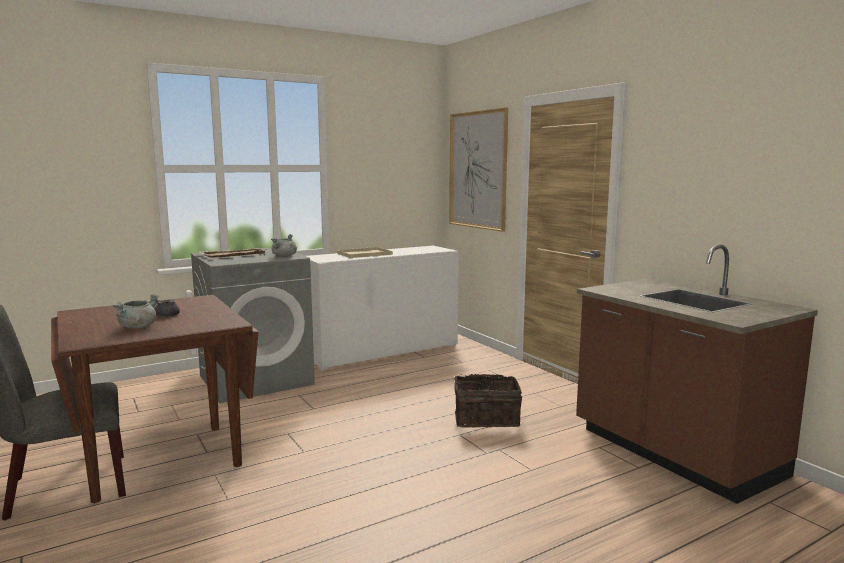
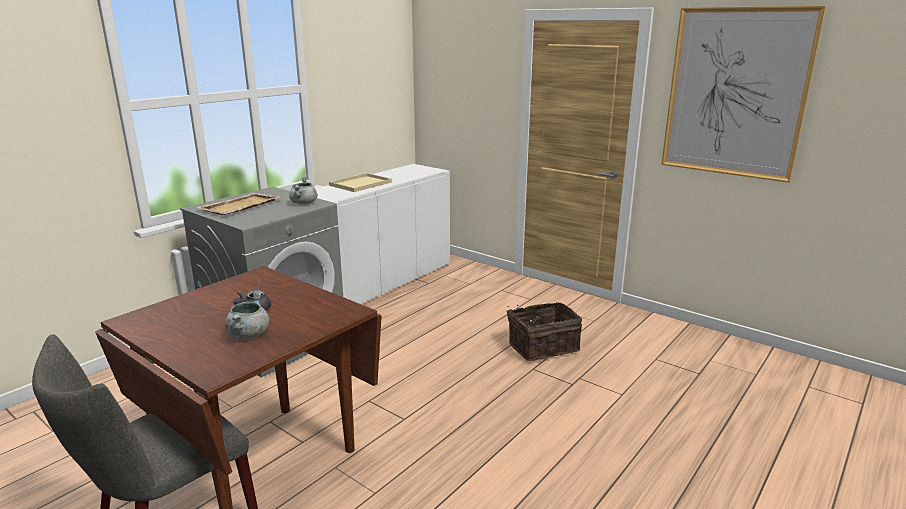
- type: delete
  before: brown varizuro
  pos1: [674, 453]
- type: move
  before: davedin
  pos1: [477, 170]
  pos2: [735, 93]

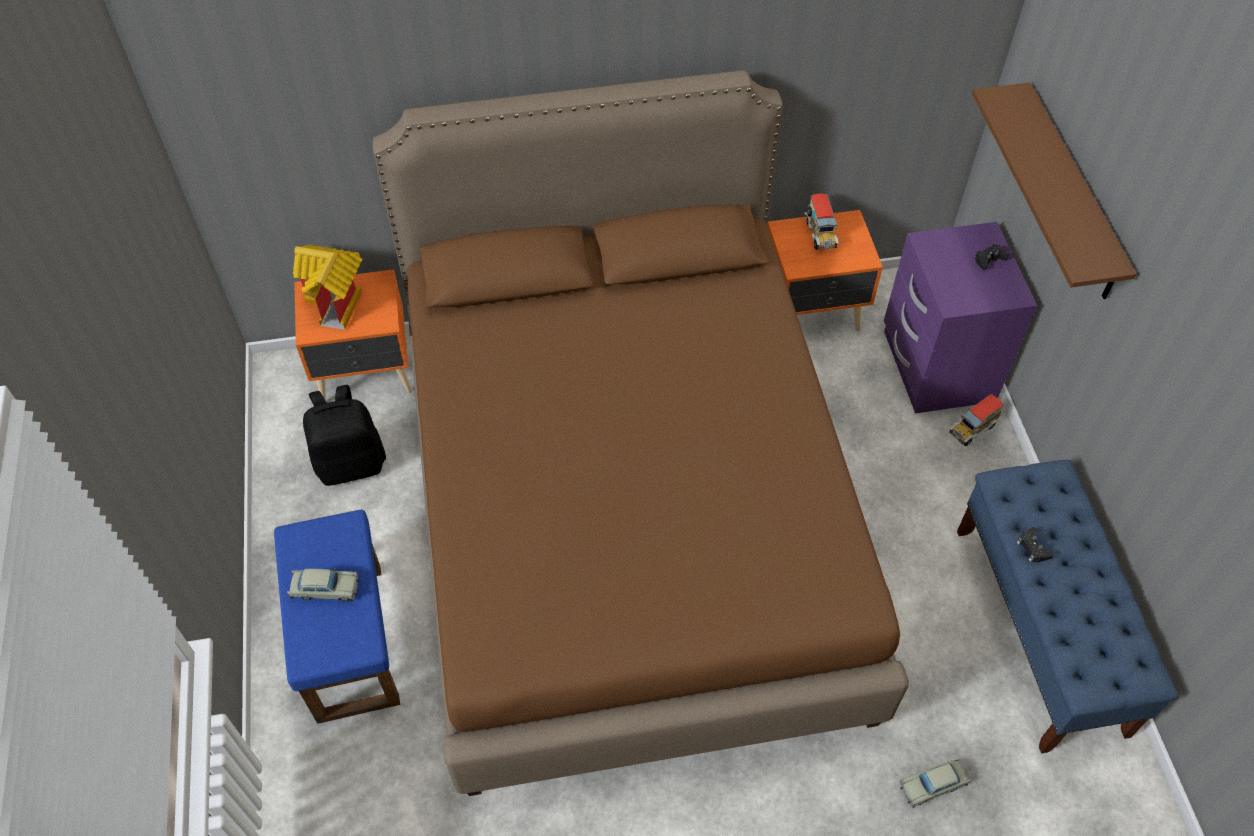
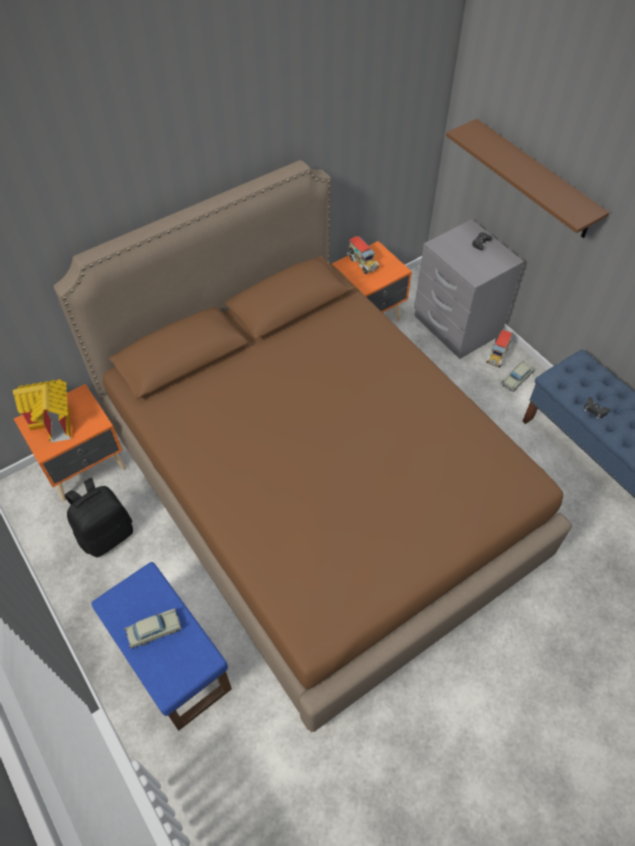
- type: move
  before: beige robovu
  pos1: [932, 785]
  pos2: [517, 379]
- type: recolor
  before: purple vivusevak
  after: grey vivusevak
  pos1: [936, 366]
  pos2: [456, 326]

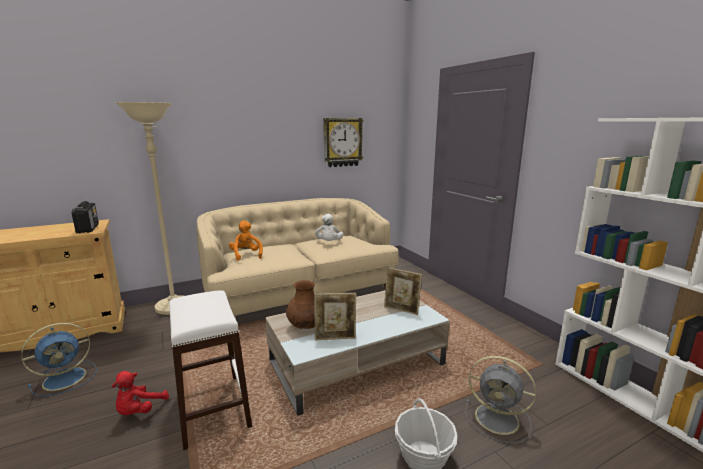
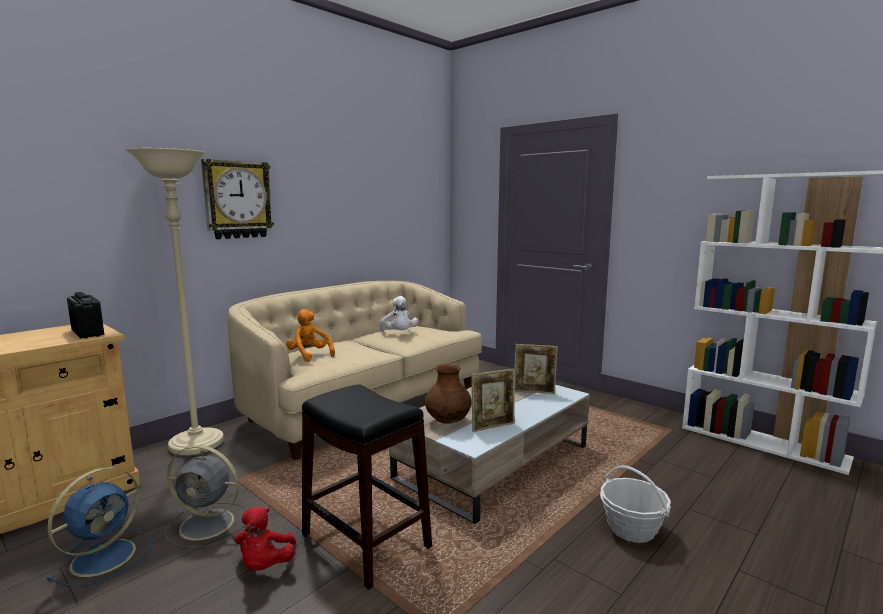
- type: move
  before: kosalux
  pos1: [342, 142]
  pos2: [237, 200]
- type: move
  before: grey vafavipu
  pos1: [499, 419]
  pos2: [209, 524]
- type: recolor
  before: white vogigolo
  after: black vogigolo
  pos1: [213, 408]
  pos2: [366, 540]

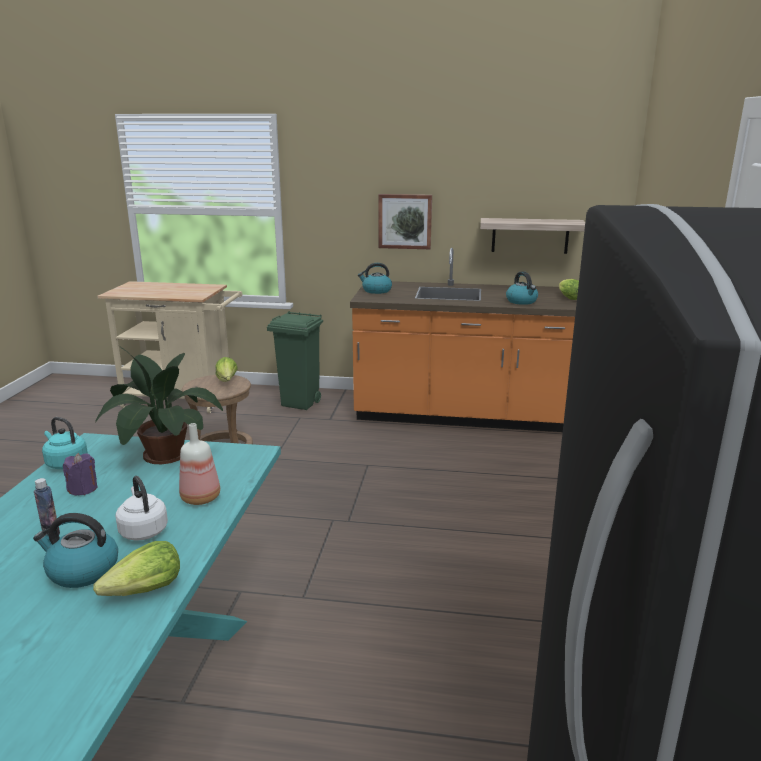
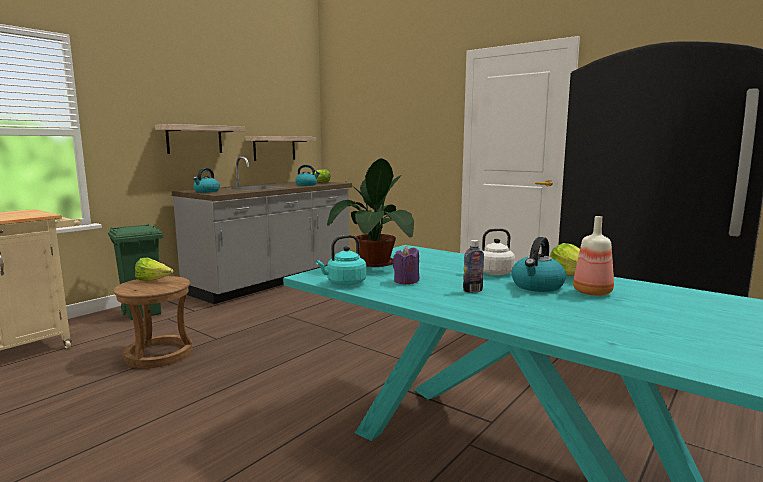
- type: move
  before: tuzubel
  pos1: [202, 498]
  pos2: [592, 292]
- type: replace
  before: davedin
  after: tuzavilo
  pos1: [405, 221]
  pos2: [194, 139]
- type: recolor
  before: orange varizuro
  after: grey varizuro
  pos1: [466, 415]
  pos2: [274, 280]

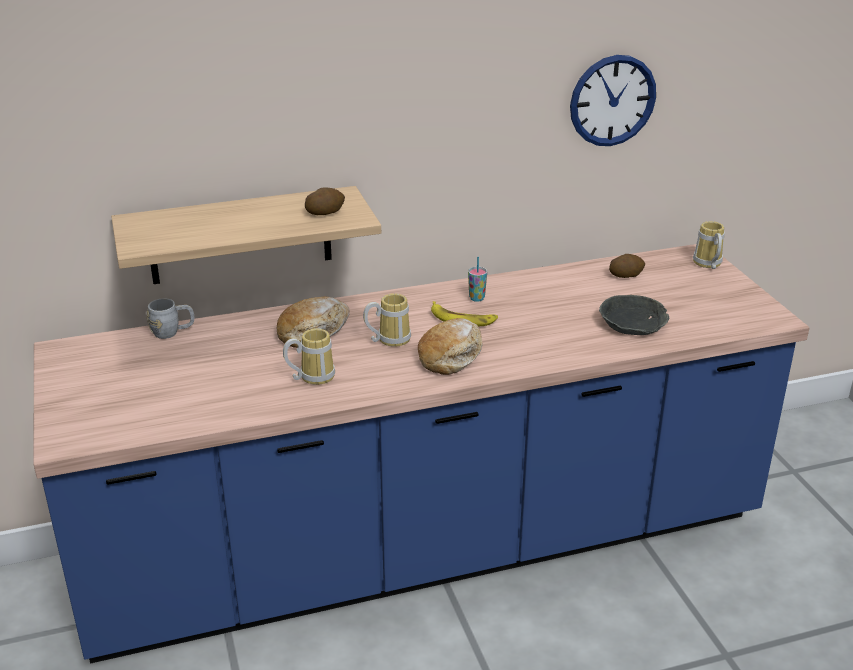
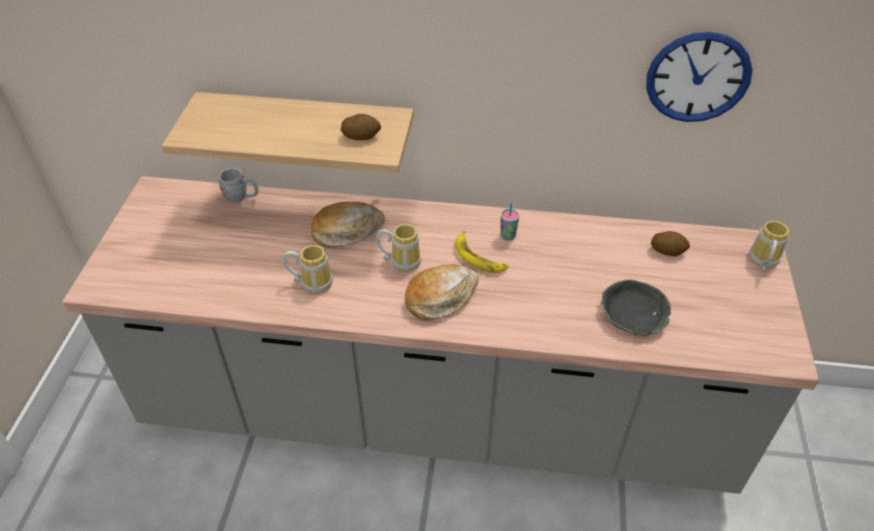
- type: recolor
  before: blue varizuro
  after: grey varizuro
  pos1: [426, 548]
  pos2: [437, 412]

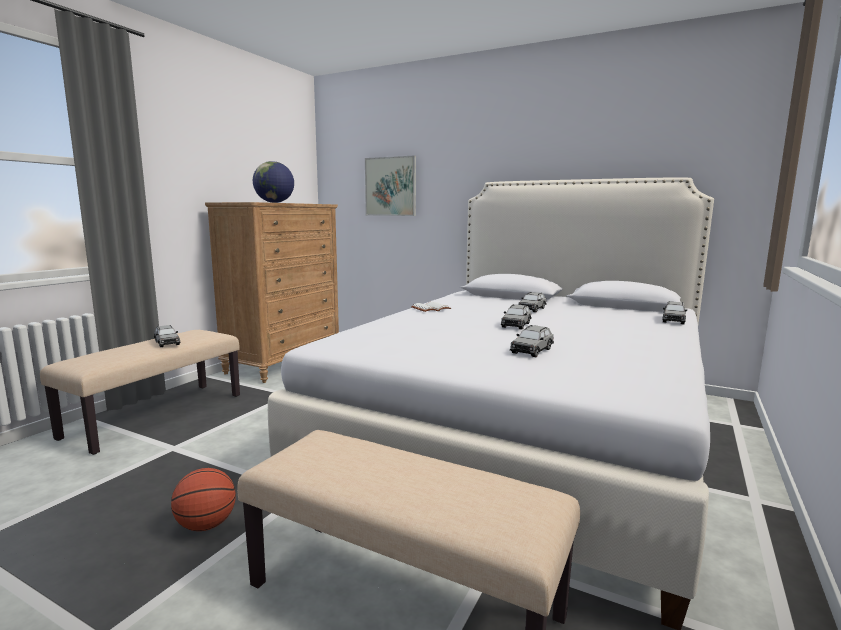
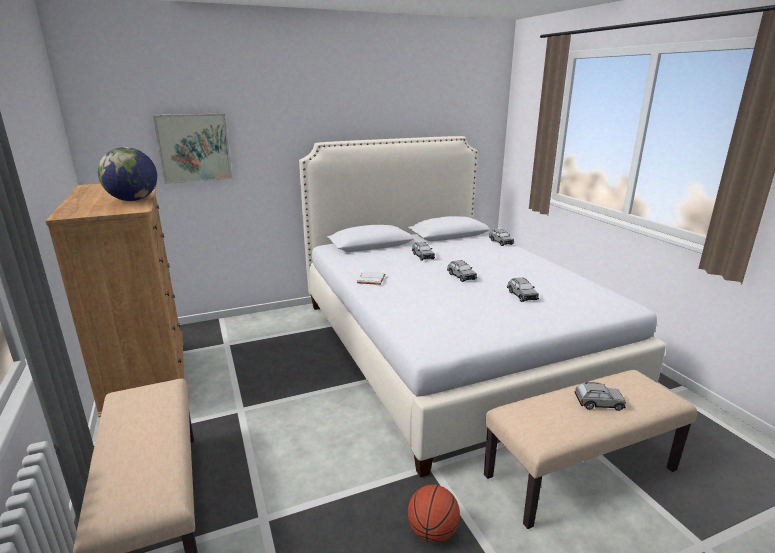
- type: move
  before: grey robovu
  pos1: [167, 343]
  pos2: [598, 403]

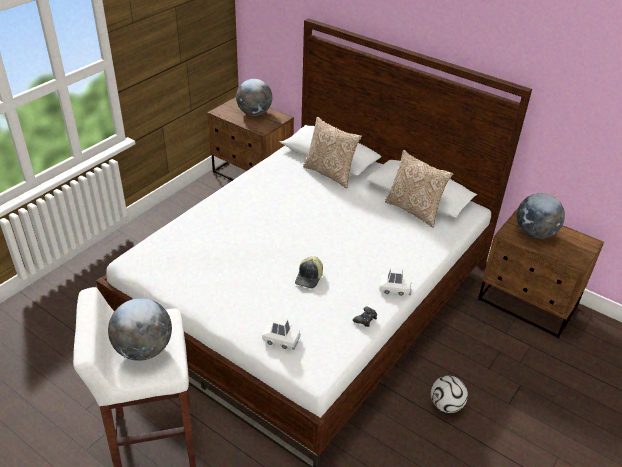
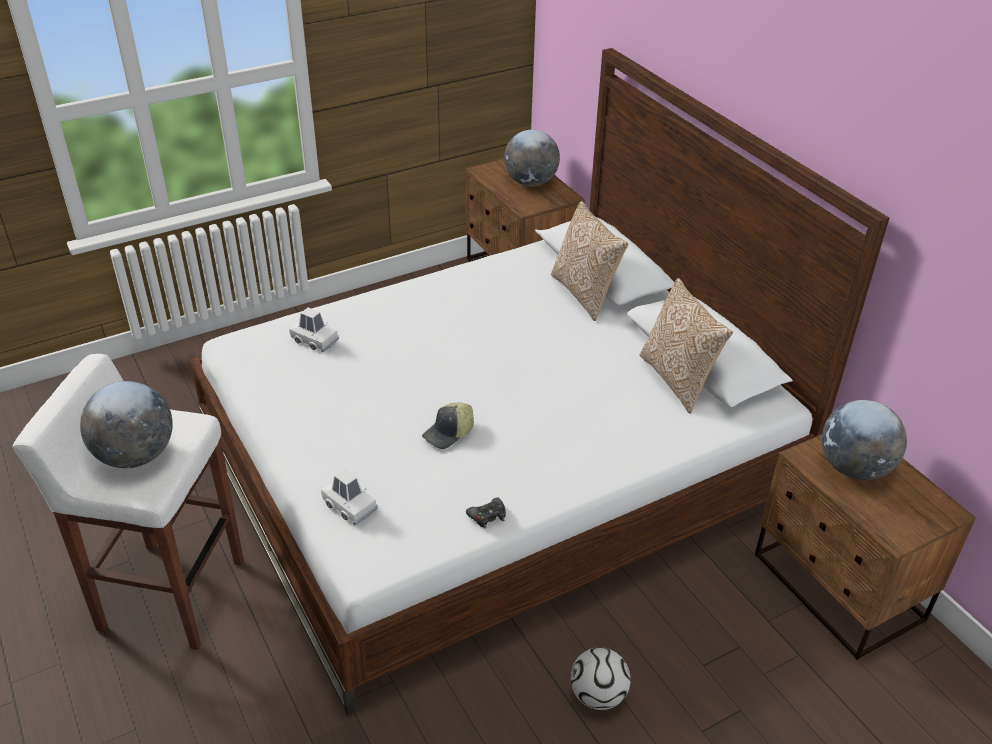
- type: move
  before: white robovu
  pos1: [395, 288]
  pos2: [315, 340]

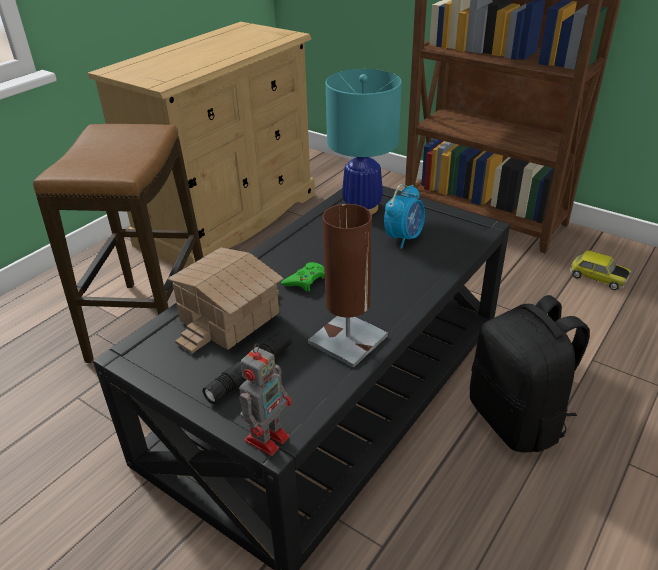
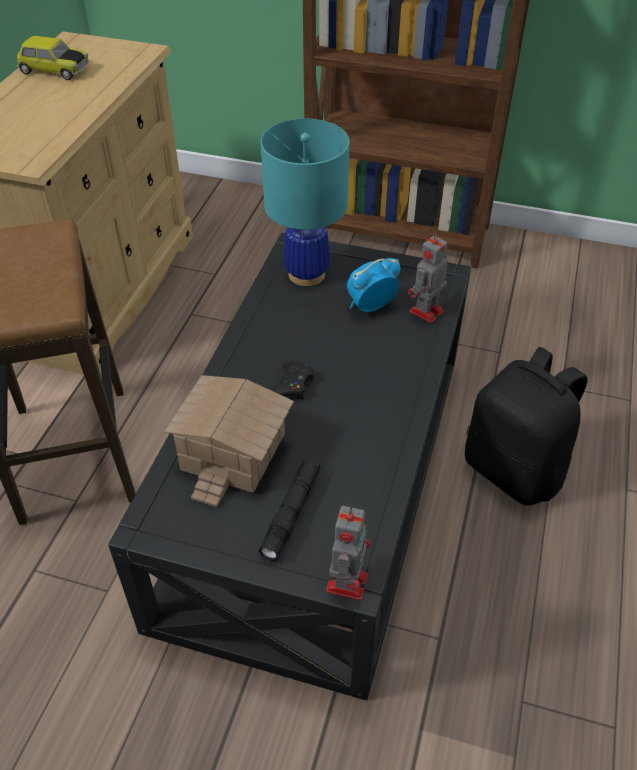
- type: delete
  before: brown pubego
  pos1: [348, 339]
- type: insert
  after: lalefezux
  pos2: [425, 312]
- type: move
  before: robovu
  pos1: [597, 278]
  pos2: [54, 70]
- type: recolor
  before: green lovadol
  after: black lovadol
  pos1: [306, 280]
  pos2: [292, 385]
- type: rotate
  before: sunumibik
  pos1: [404, 238]
  pos2: [370, 306]
  turn: -135

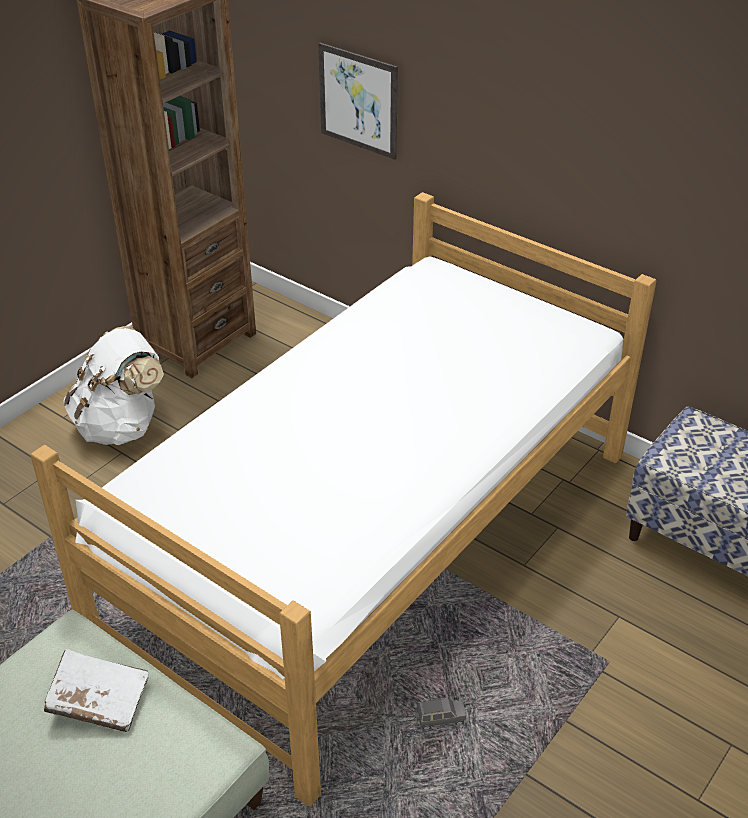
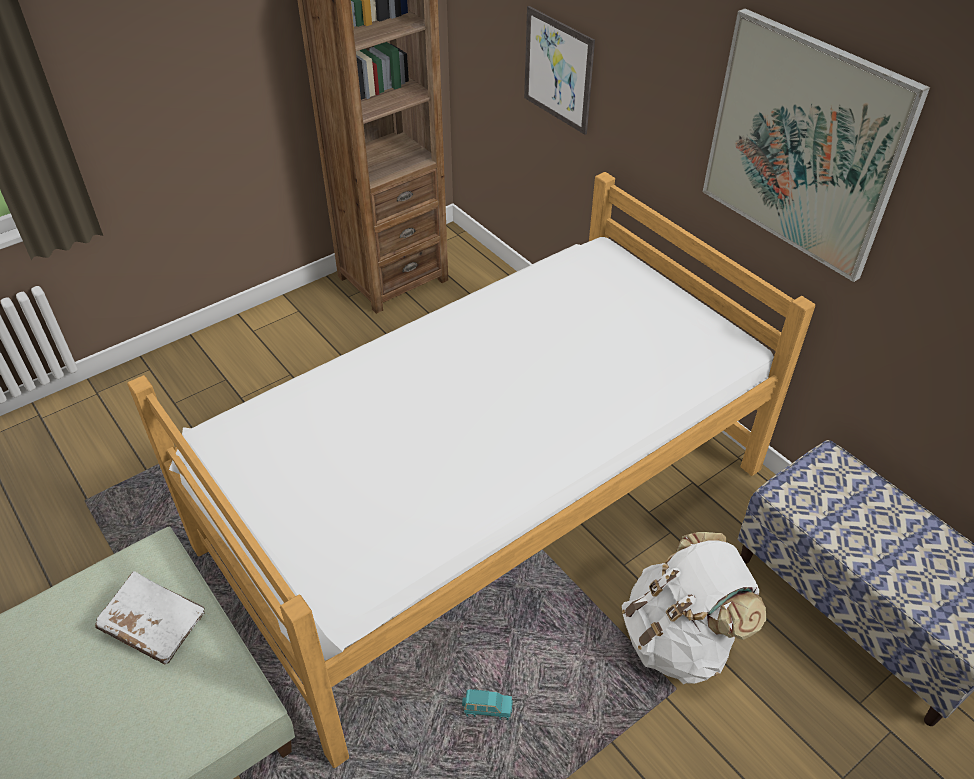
- type: insert
  after: davedin
  pos2: [803, 145]
- type: move
  before: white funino
  pos1: [121, 426]
  pos2: [679, 639]
- type: recolor
  before: grey robovu
  after: turquoise robovu
  pos1: [440, 720]
  pos2: [487, 709]

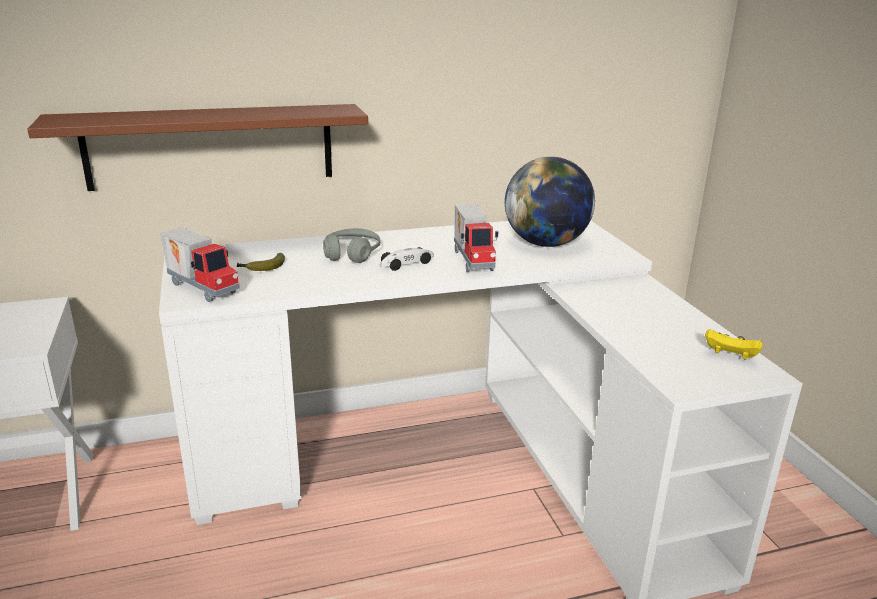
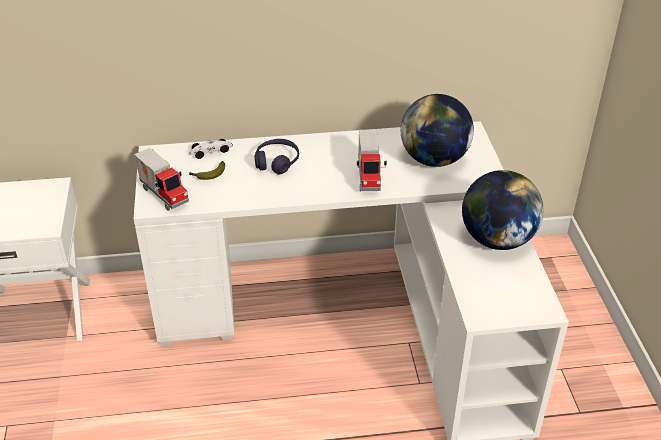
- type: delete
  before: brown tuzavilo
  pos1: [211, 146]
- type: delete
  before: yellow lovadol
  pos1: [730, 357]
- type: insert
  after: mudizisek
  pos2: [497, 240]
- type: move
  before: robovu
  pos1: [407, 264]
  pos2: [211, 151]
- type: recolor
  before: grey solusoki
  after: purple solusoki
  pos1: [351, 254]
  pos2: [277, 162]

